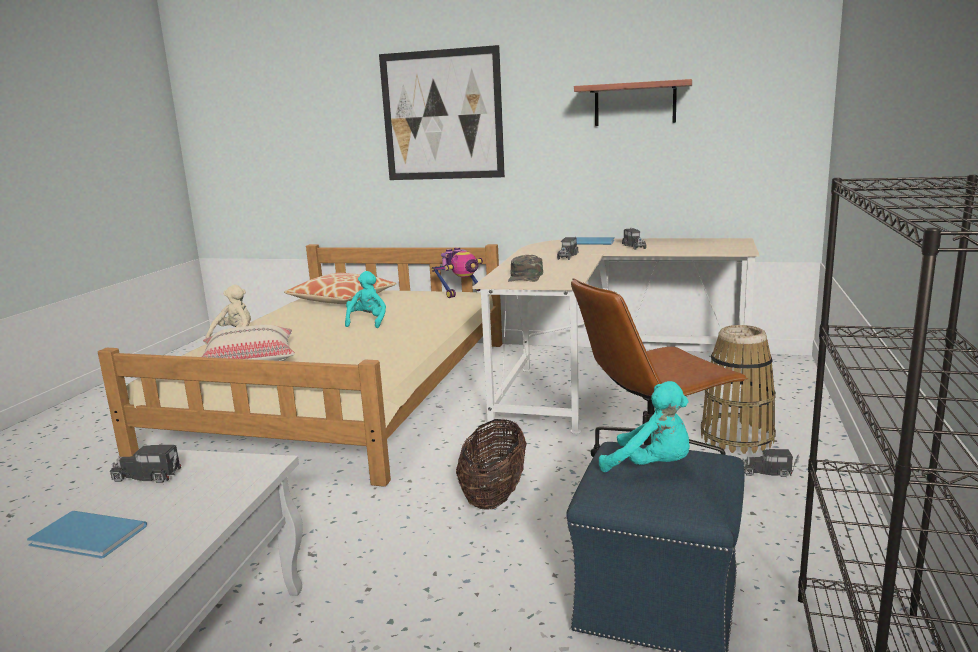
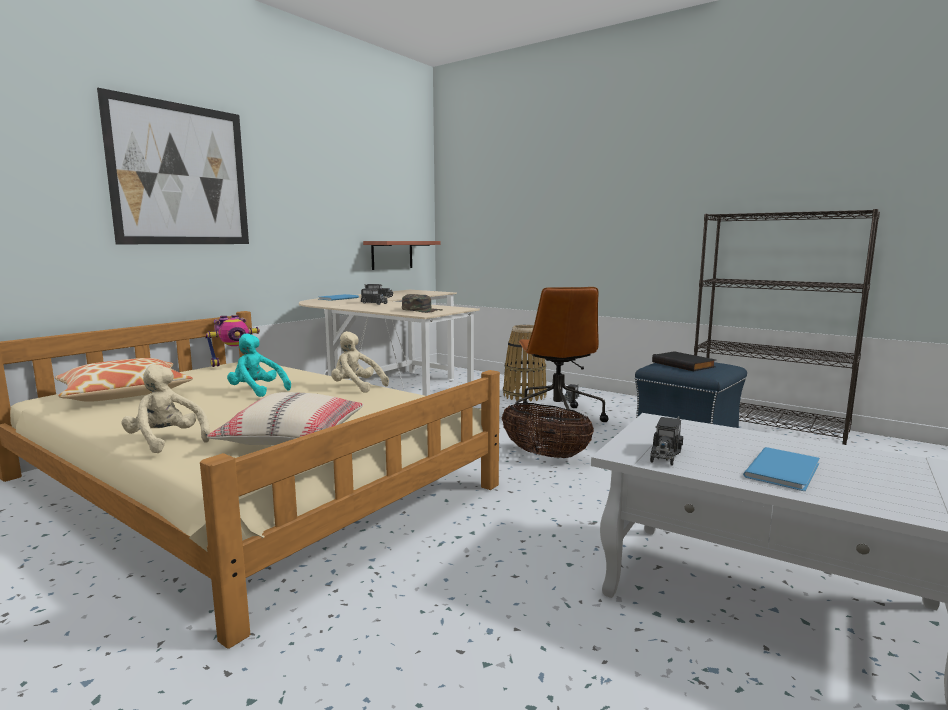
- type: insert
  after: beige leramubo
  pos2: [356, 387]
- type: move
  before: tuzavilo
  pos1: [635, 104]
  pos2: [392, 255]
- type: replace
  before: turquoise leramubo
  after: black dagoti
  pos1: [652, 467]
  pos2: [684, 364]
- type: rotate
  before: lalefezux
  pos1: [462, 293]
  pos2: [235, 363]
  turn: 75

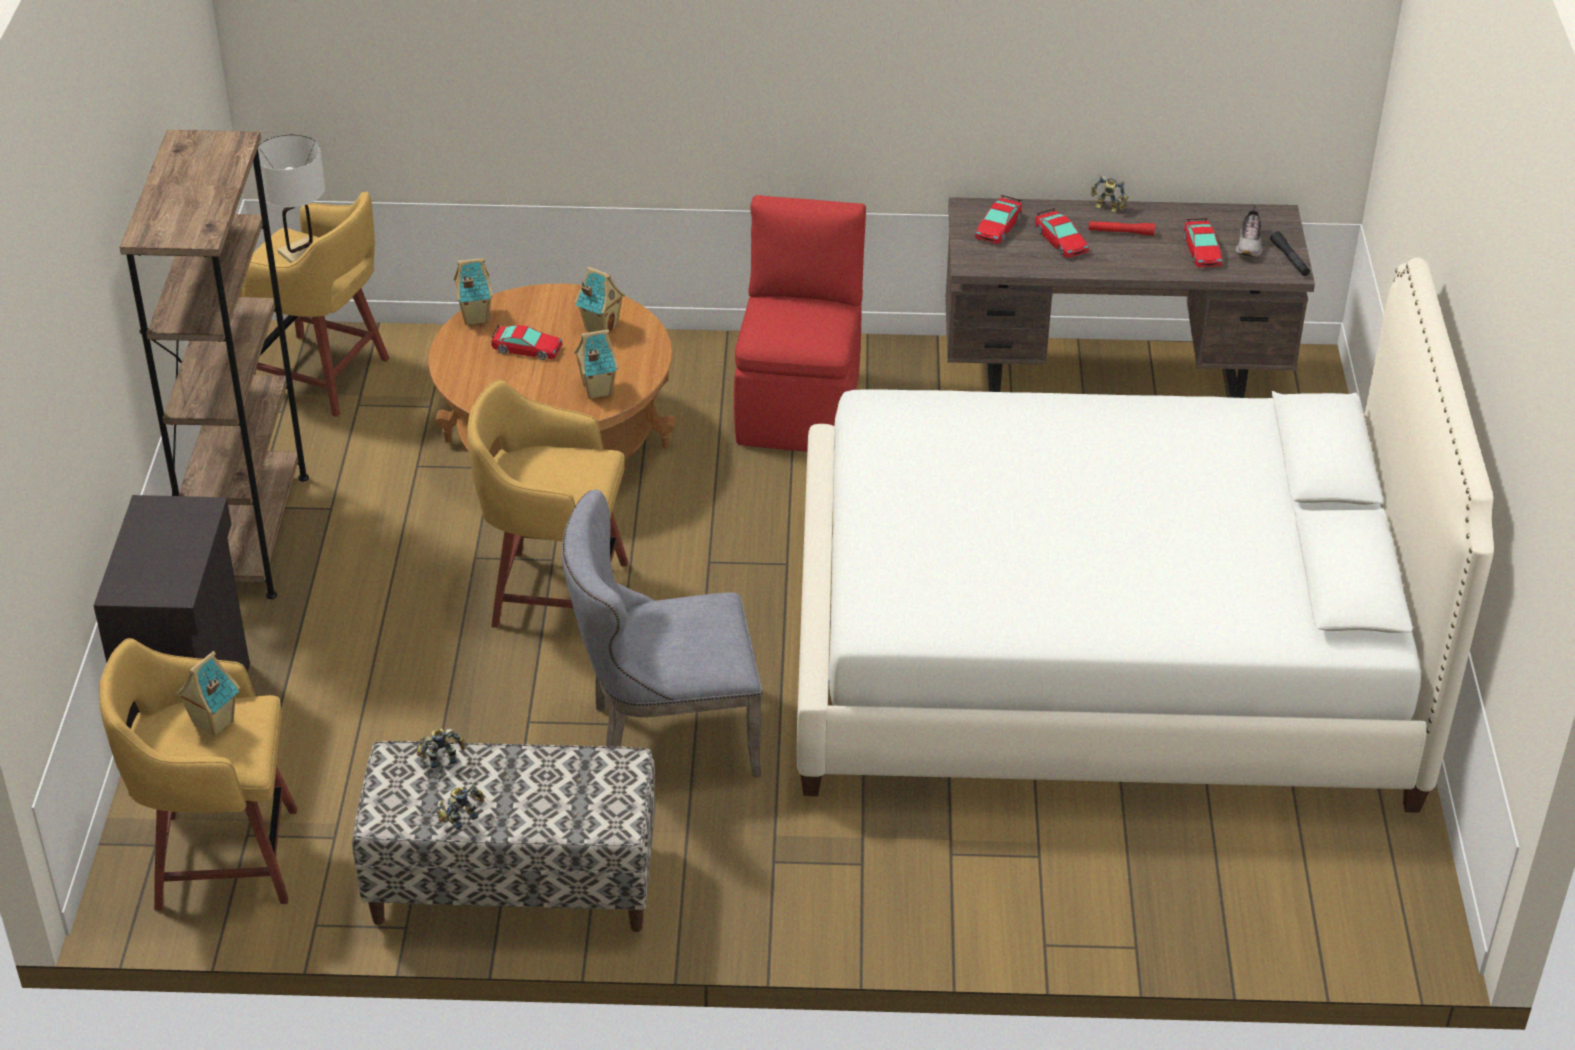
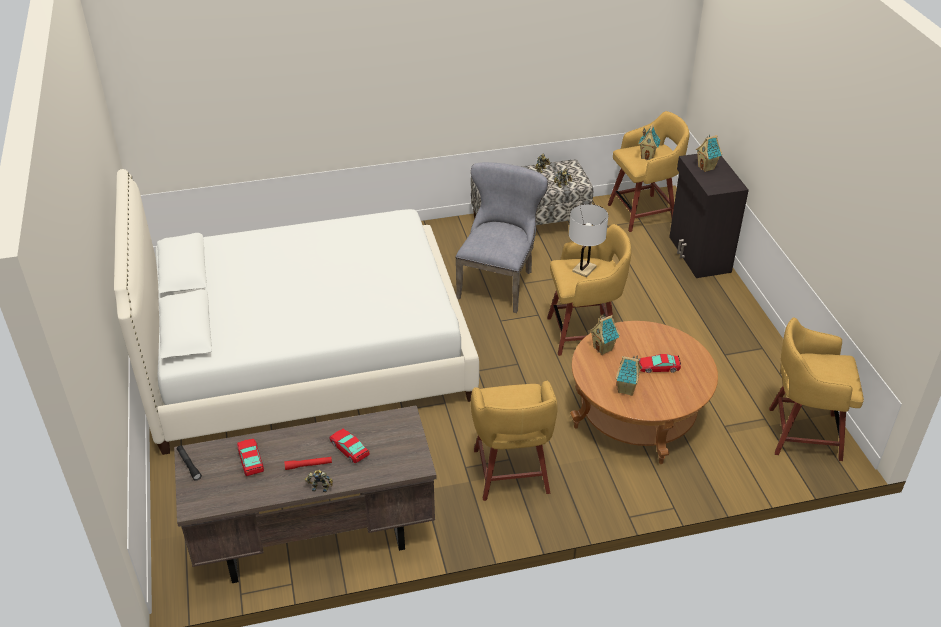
- type: delete
  before: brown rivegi
  pos1: [250, 534]
- type: delete
  before: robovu
  pos1: [998, 227]
- type: delete
  before: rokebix
  pos1: [1249, 244]
- type: move
  before: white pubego
  pos1: [301, 252]
  pos2: [584, 269]
- type: move
  before: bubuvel
  pos1: [474, 317]
  pos2: [706, 168]
- type: replace
  before: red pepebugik
  after: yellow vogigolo
  pos1: [800, 405]
  pos2: [511, 474]
- type: rotate
  before: grey pepebugik
  pos1: [664, 736]
  pos2: [499, 282]
  turn: -45

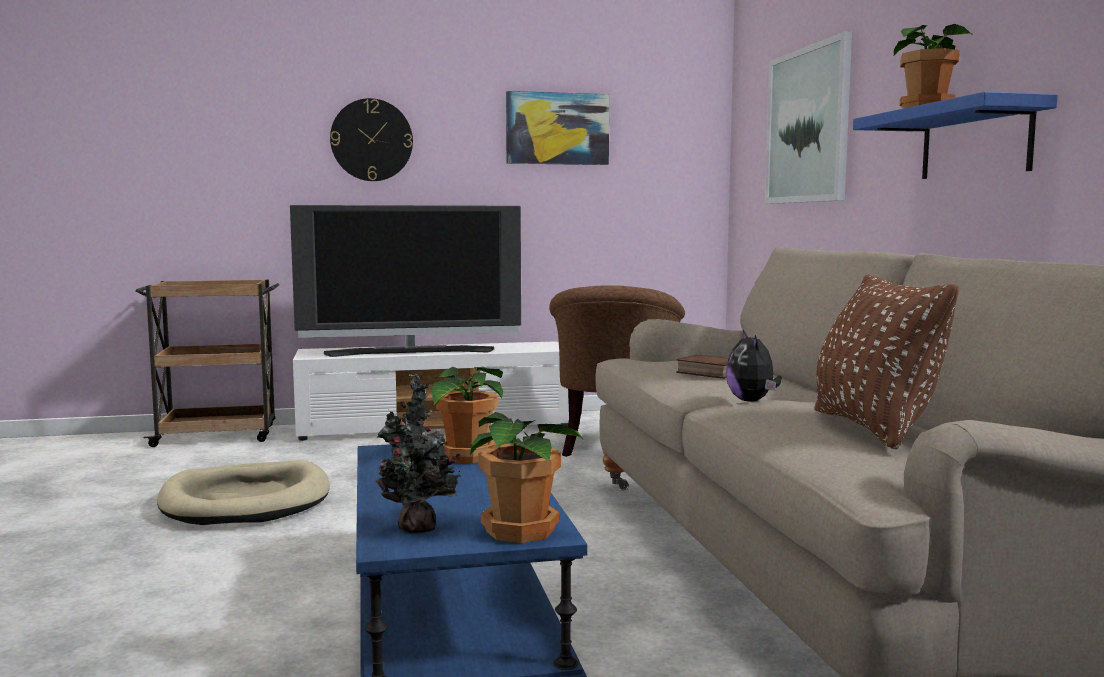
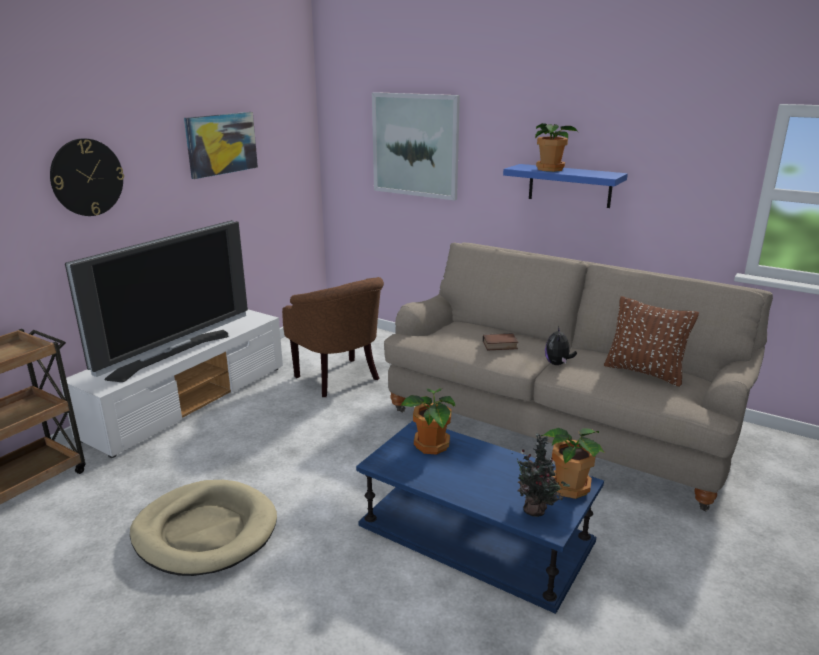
- type: rotate
  before: leramubo
  pos1: [752, 401]
  pos2: [558, 364]
  turn: 60

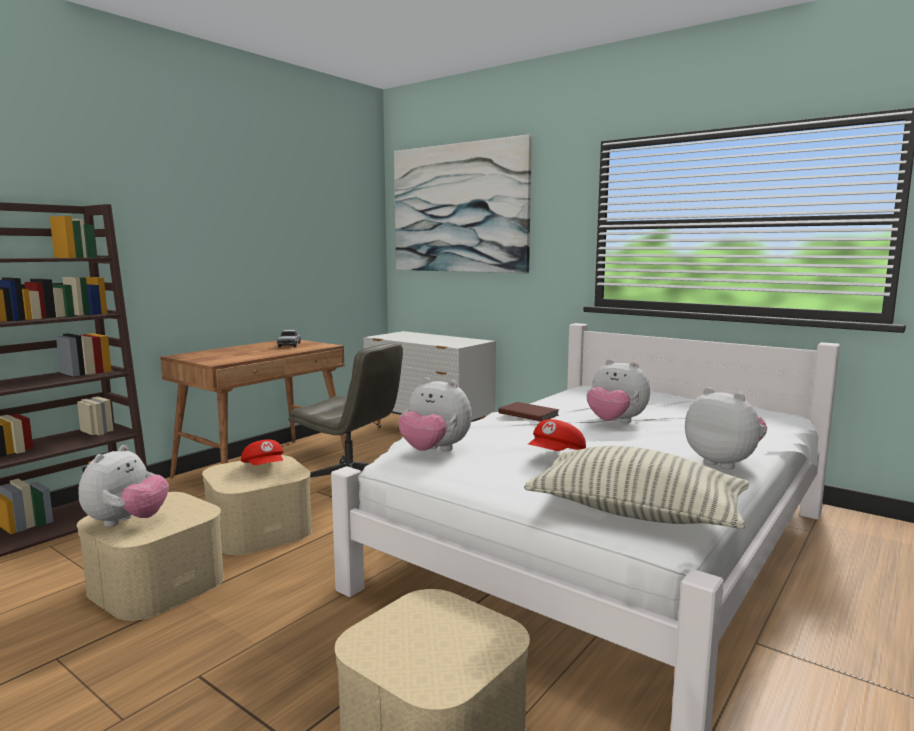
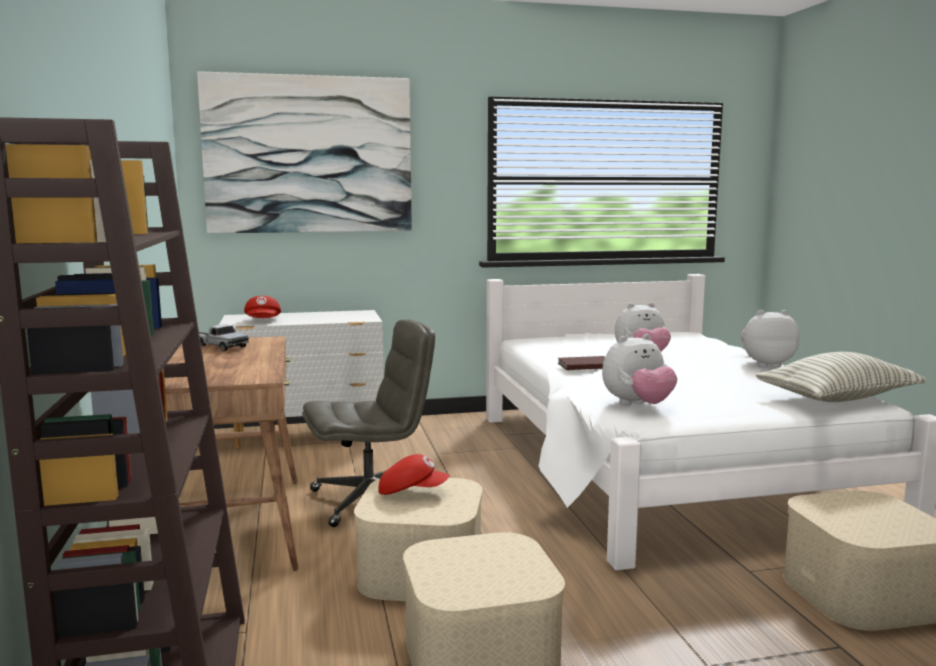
- type: delete
  before: leramubo
  pos1: [127, 522]
- type: move
  before: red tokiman
  pos1: [556, 455]
  pos2: [263, 321]

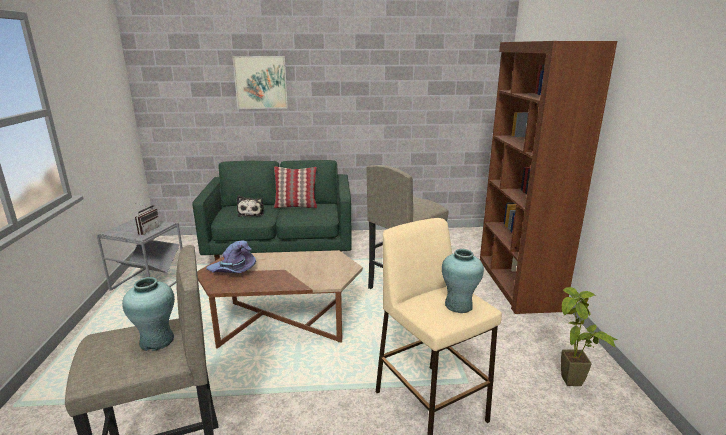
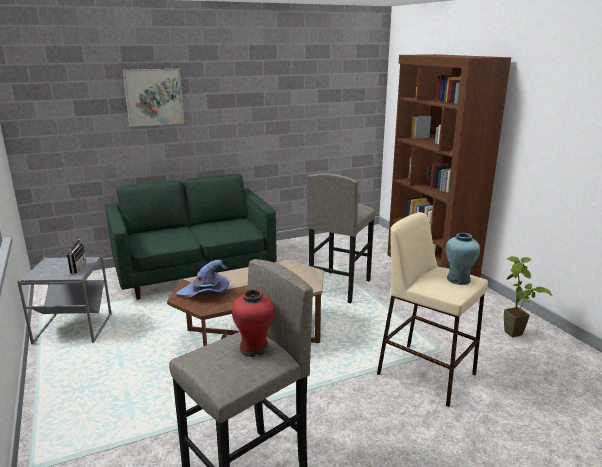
- type: delete
  before: leramubo
  pos1: [251, 213]
- type: delete
  before: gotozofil
  pos1: [296, 206]
- type: recolor
  before: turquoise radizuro
  after: red radizuro
  pos1: [157, 341]
  pos2: [254, 348]

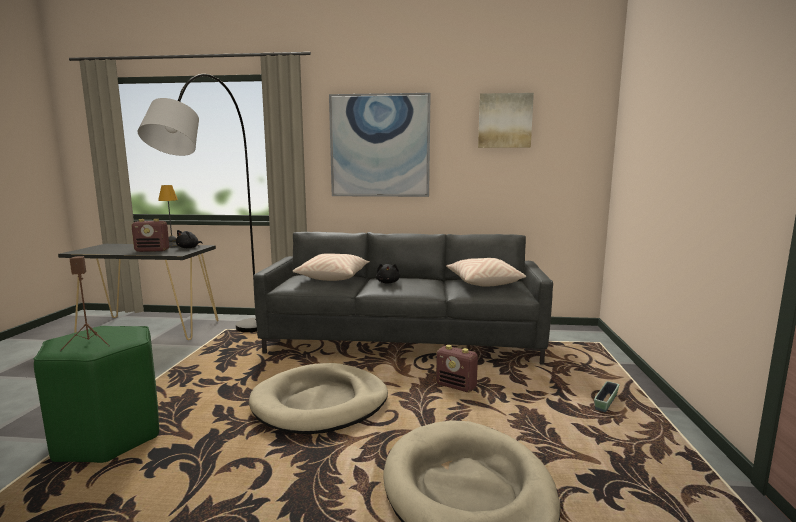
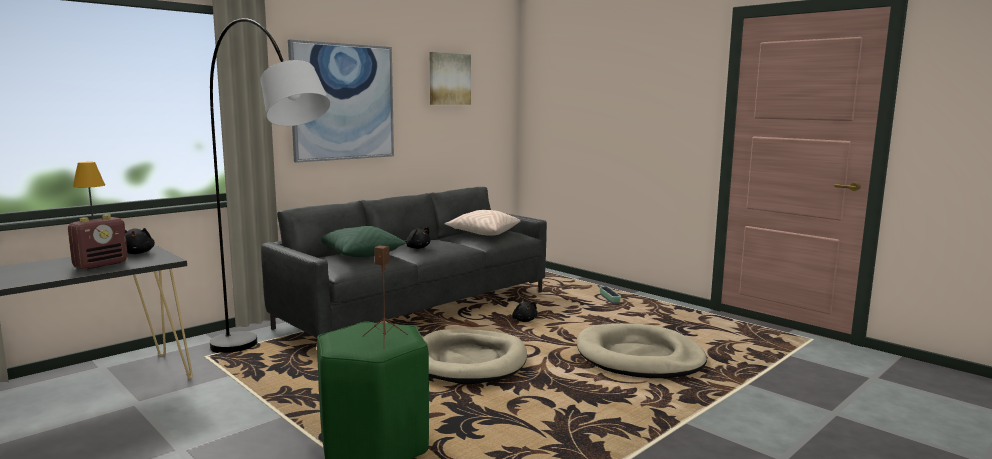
- type: replace
  before: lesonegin
  after: black leramubo
  pos1: [456, 386]
  pos2: [524, 320]
- type: recolor
  before: beige gotozofil
  after: green gotozofil
  pos1: [333, 277]
  pos2: [360, 253]

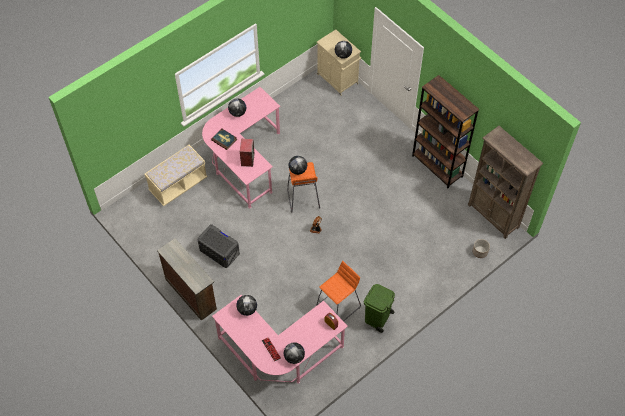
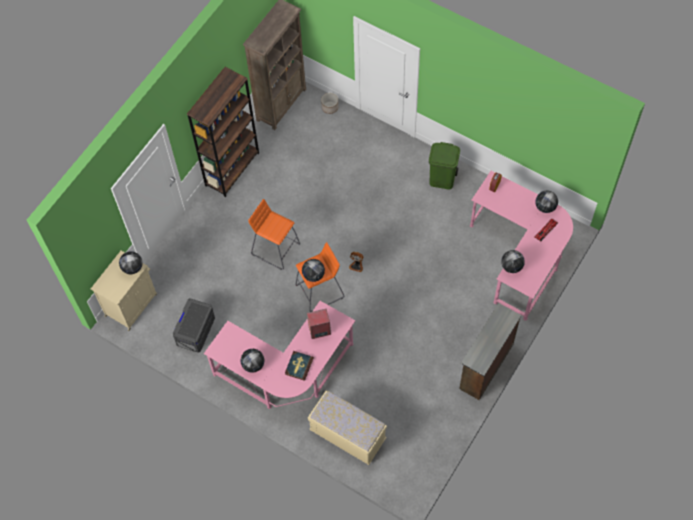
- type: move
  before: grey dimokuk
  pos1: [219, 251]
  pos2: [196, 330]
- type: move
  before: orange vogigolo
  pos1: [338, 306]
  pos2: [275, 248]

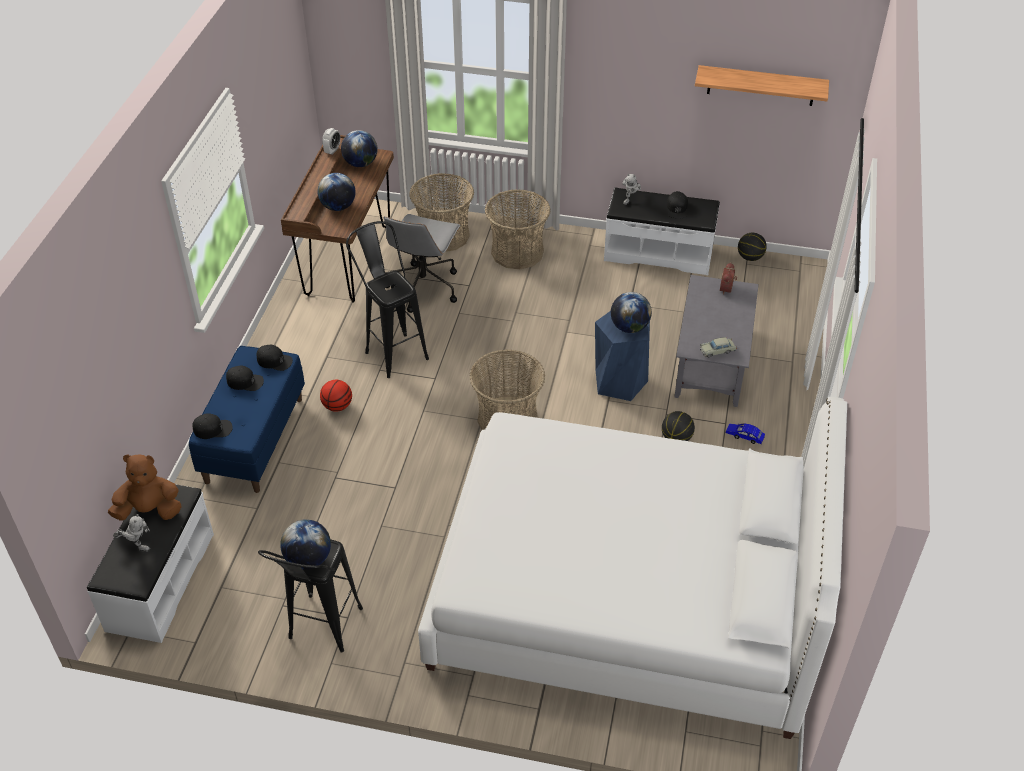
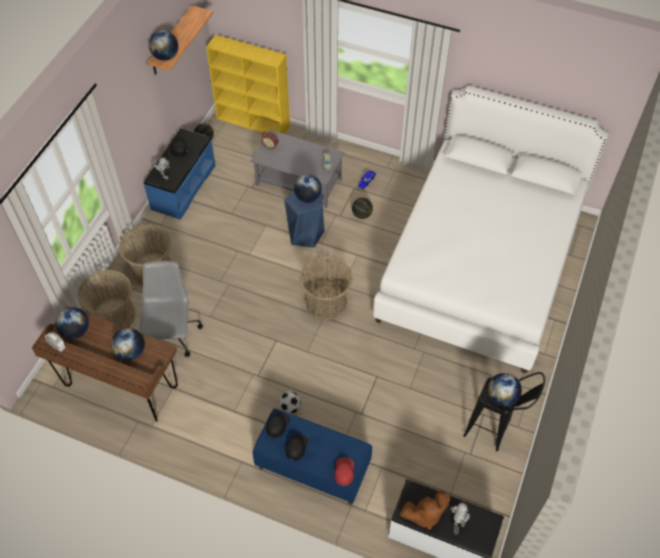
- type: delete
  before: black vogigolo
  pos1: [392, 350]
- type: insert
  after: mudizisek
  pos2: [165, 56]
- type: insert
  after: yellow rivegi
  pos2: [254, 122]
- type: replace
  before: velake
  after: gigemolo
  pos1: [337, 406]
  pos2: [290, 407]
- type: recolor
  before: black tokiman
  after: red tokiman
  pos1: [213, 429]
  pos2: [344, 471]
- type: recolor
  before: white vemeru
  after: blue vemeru
  pos1: [658, 253]
  pos2: [183, 187]
- type: rotate
  before: brown leramubo
  pos1: [149, 510]
  pos2: [424, 514]
  turn: -105
- type: rotate
  before: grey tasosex
  pos1: [423, 286]
  pos2: [172, 336]
  turn: -120

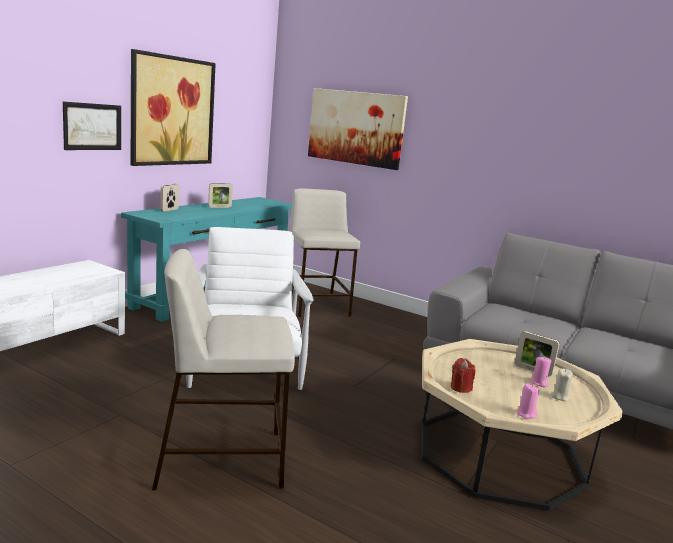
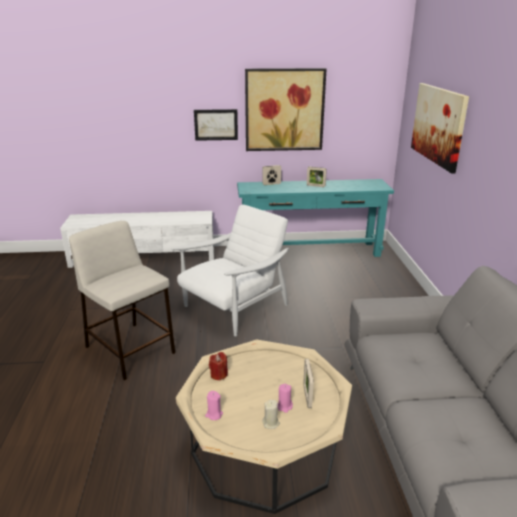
- type: delete
  before: beige vogigolo
  pos1: [316, 305]

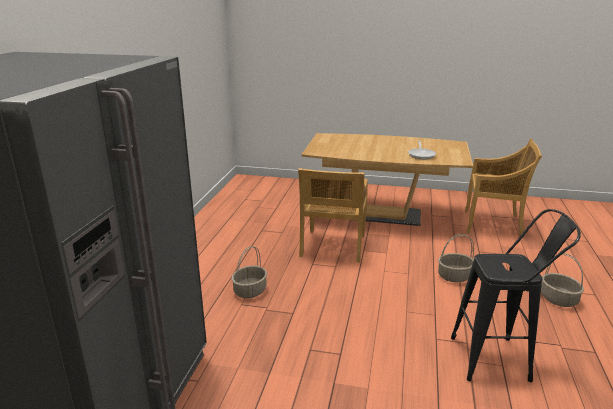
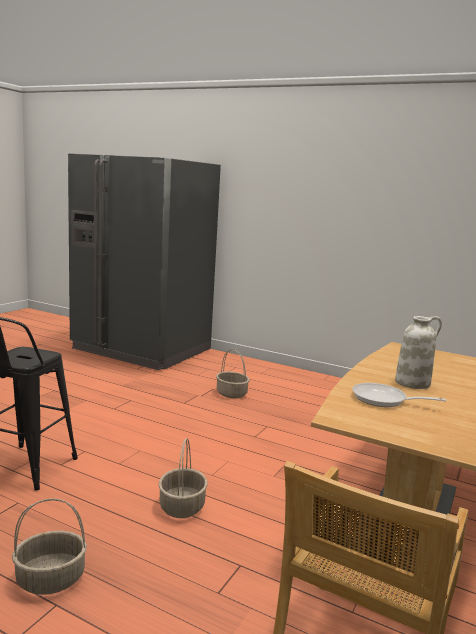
- type: delete
  before: beige pepebugik
  pos1: [333, 247]
- type: insert
  after: white radizuro
  pos2: [413, 383]

